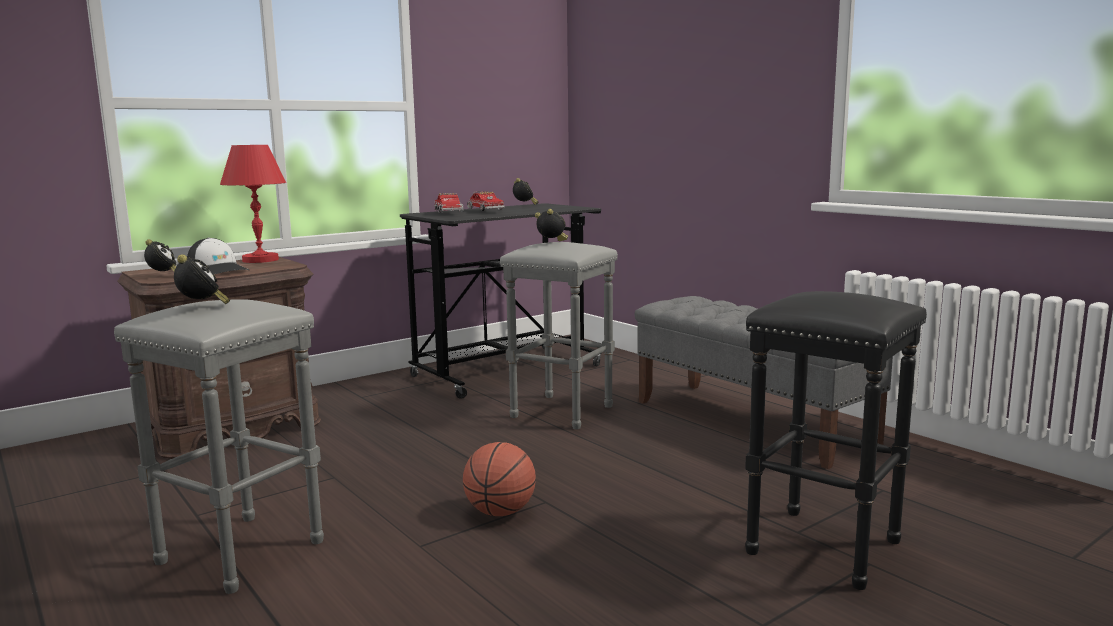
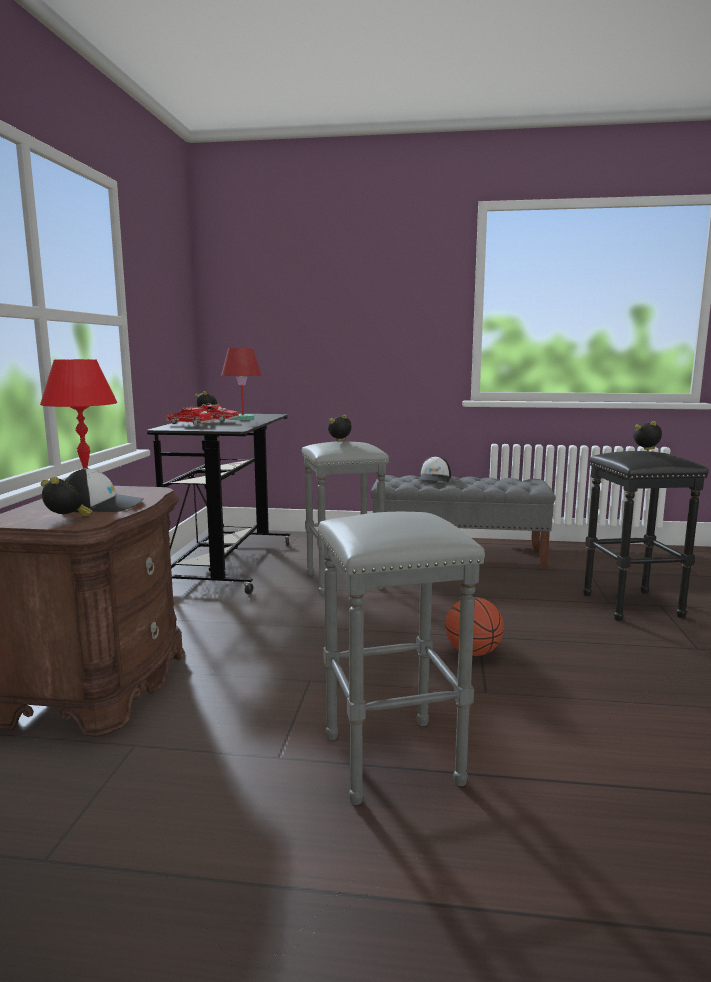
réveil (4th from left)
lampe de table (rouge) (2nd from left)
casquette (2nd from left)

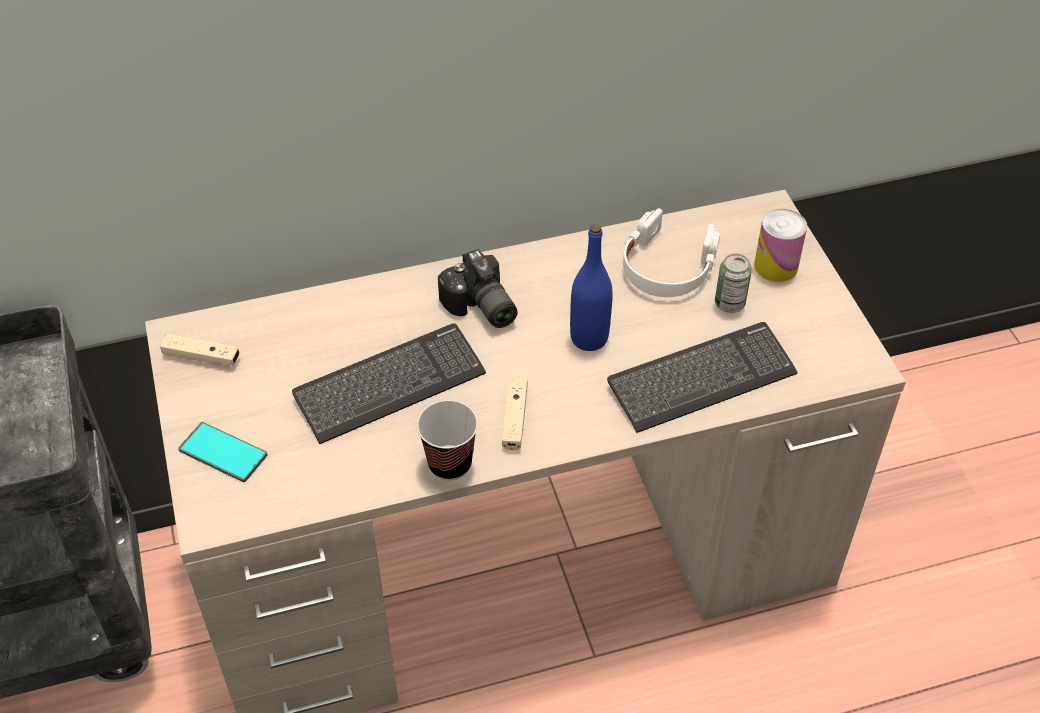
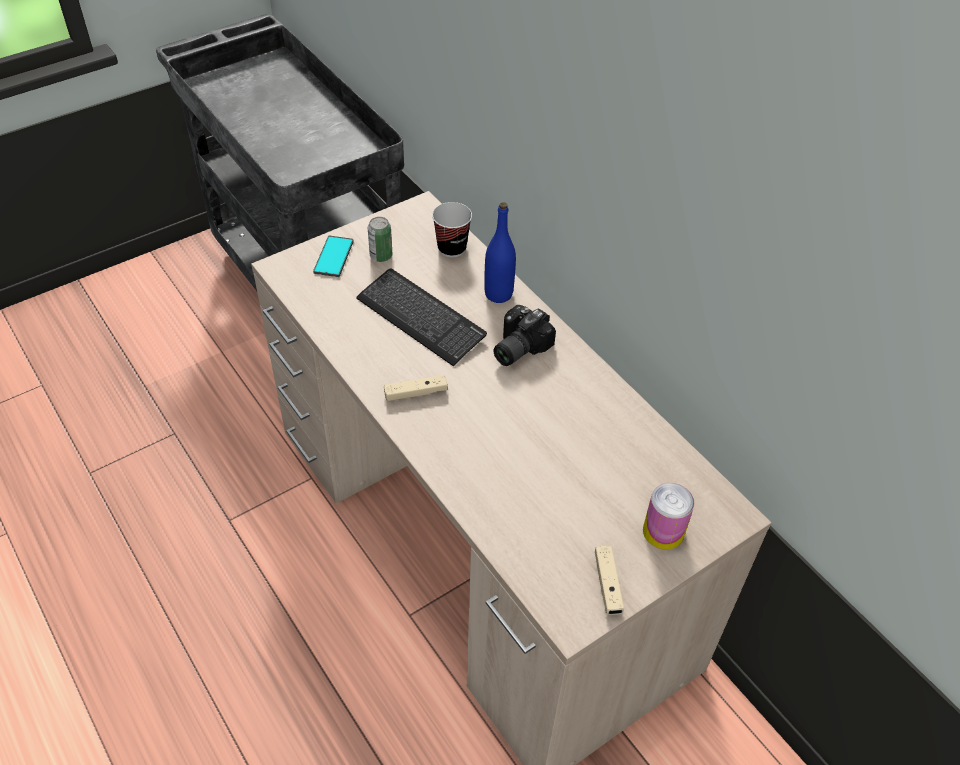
manette (beige) (2nd from left)
tasse
bouteille (bleu)
clavier (2nd from left in the first image)
casque audio (blanc)
boîte métallique (1st from left)

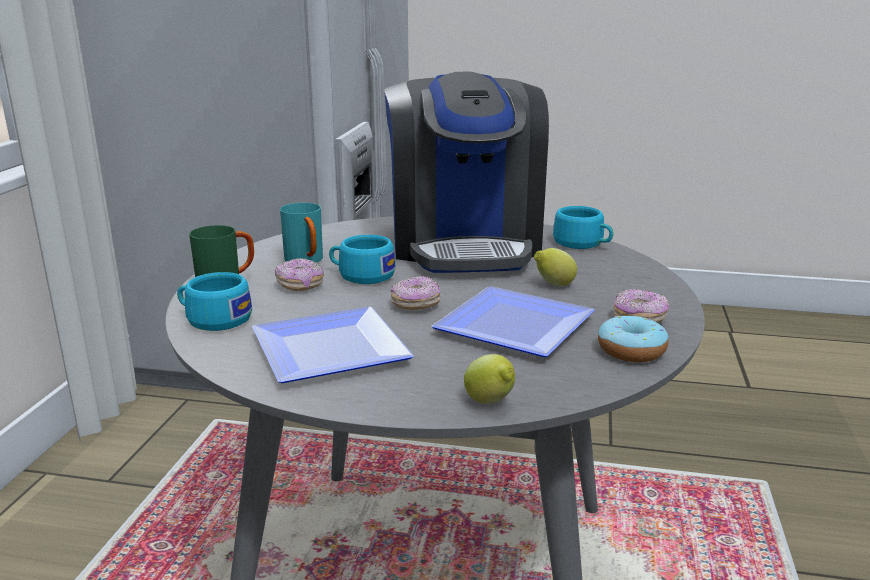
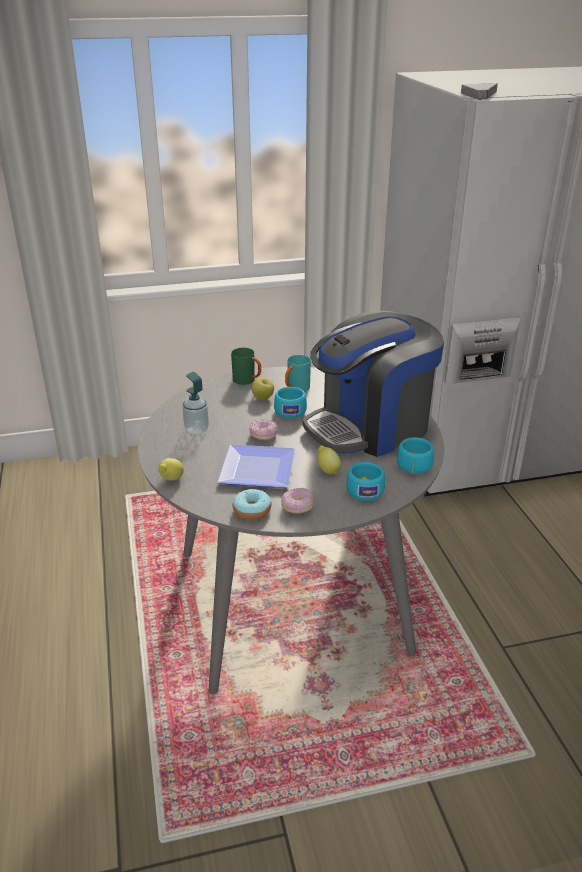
tasse (turquoise) (2nd from left)
distributeur de savon
pomme

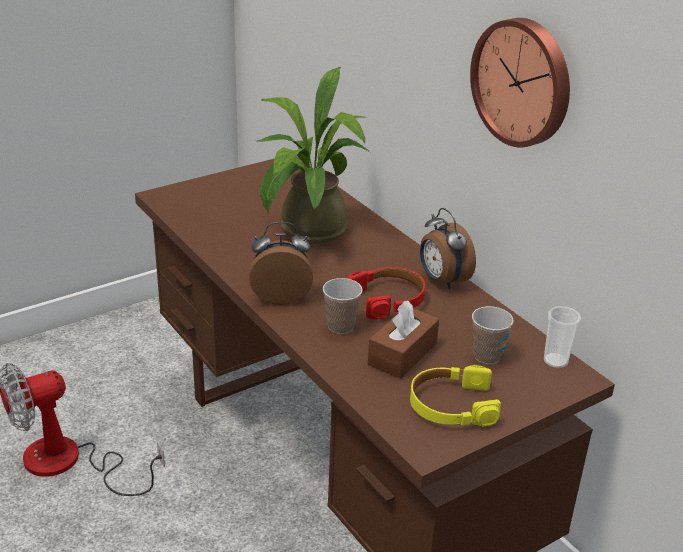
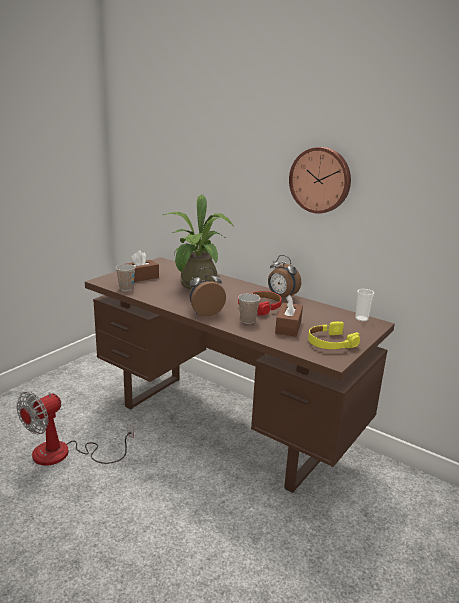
tasse (1st from left)
boîte à mouchoirs (marron) (1st from left)

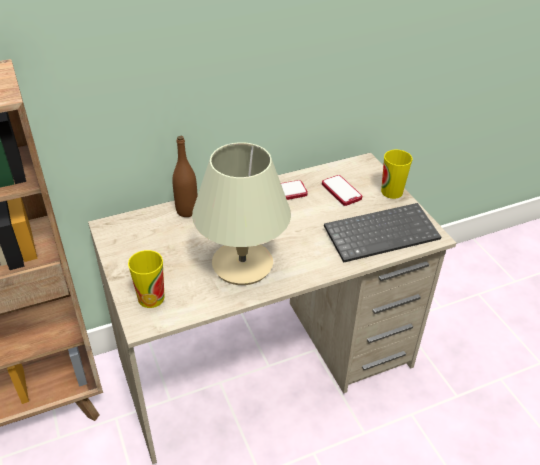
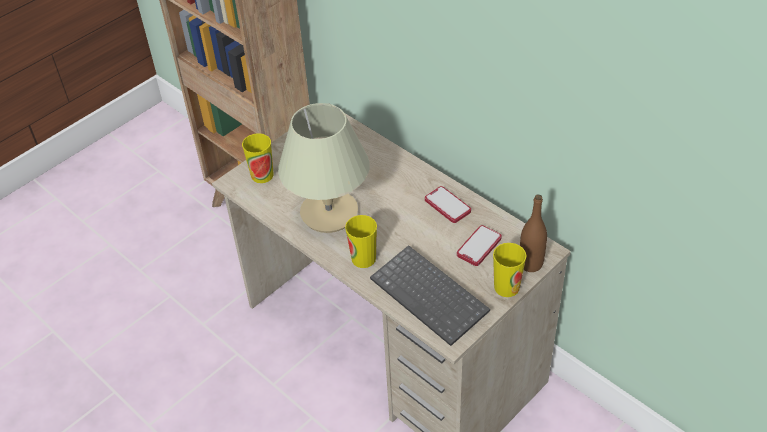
bouteille (marron)
tasse (2nd from left)

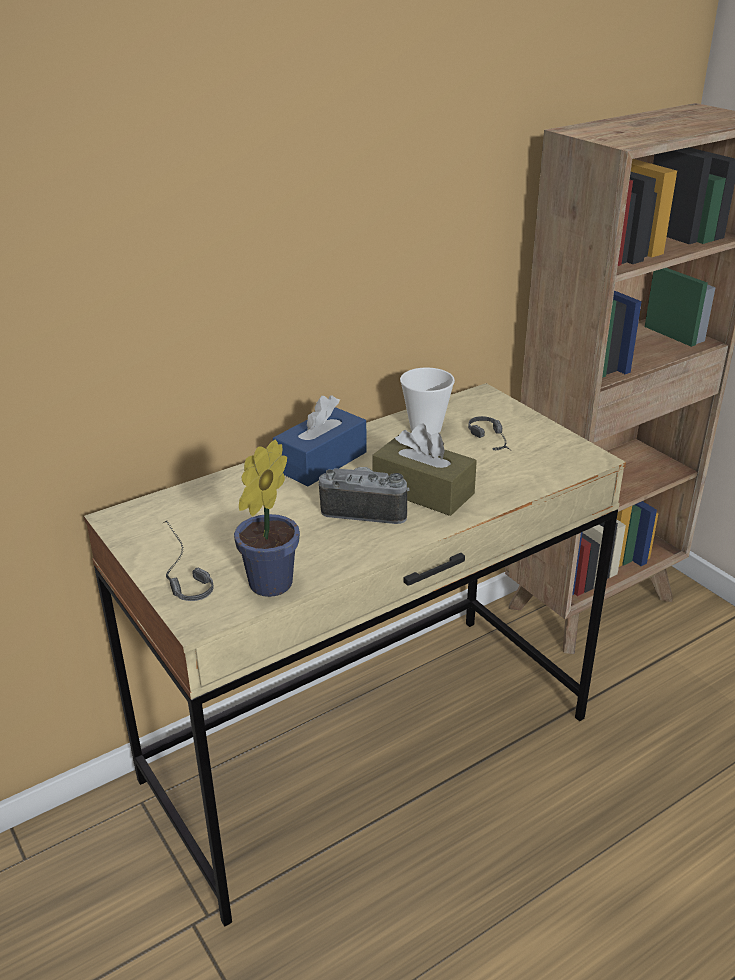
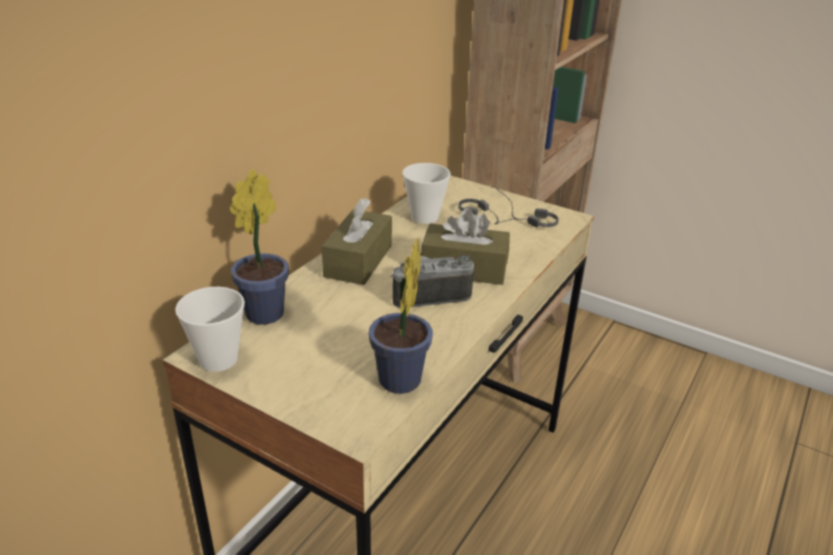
casque audio (2nd from left)
boîte à mouchoirs (marron) (1st from left)
tasse (1st from left)
plante en pot (1st from left)

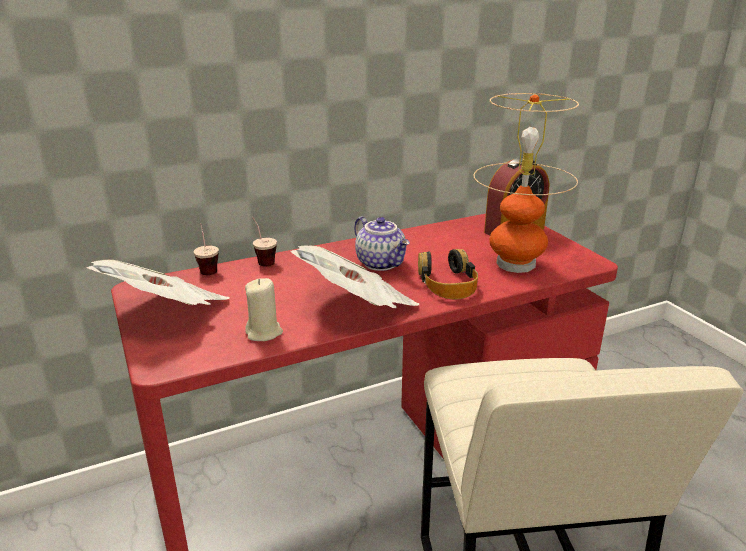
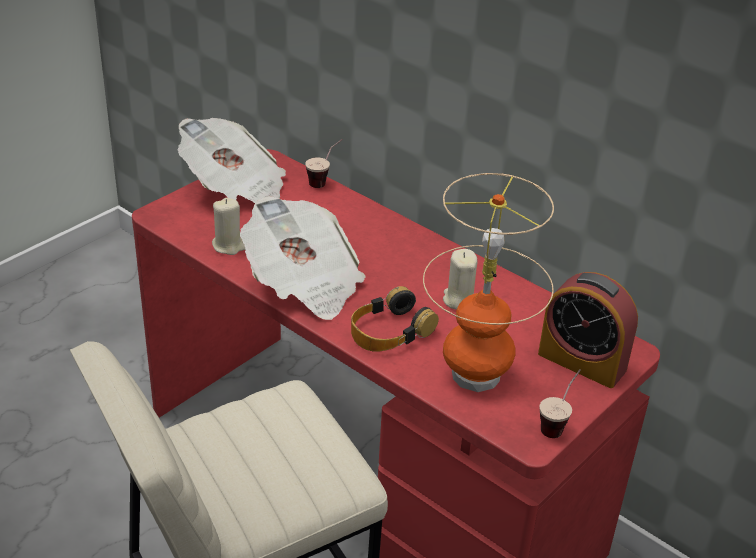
tasse (2nd from left)
théière
bougie (beige) (2nd from left)

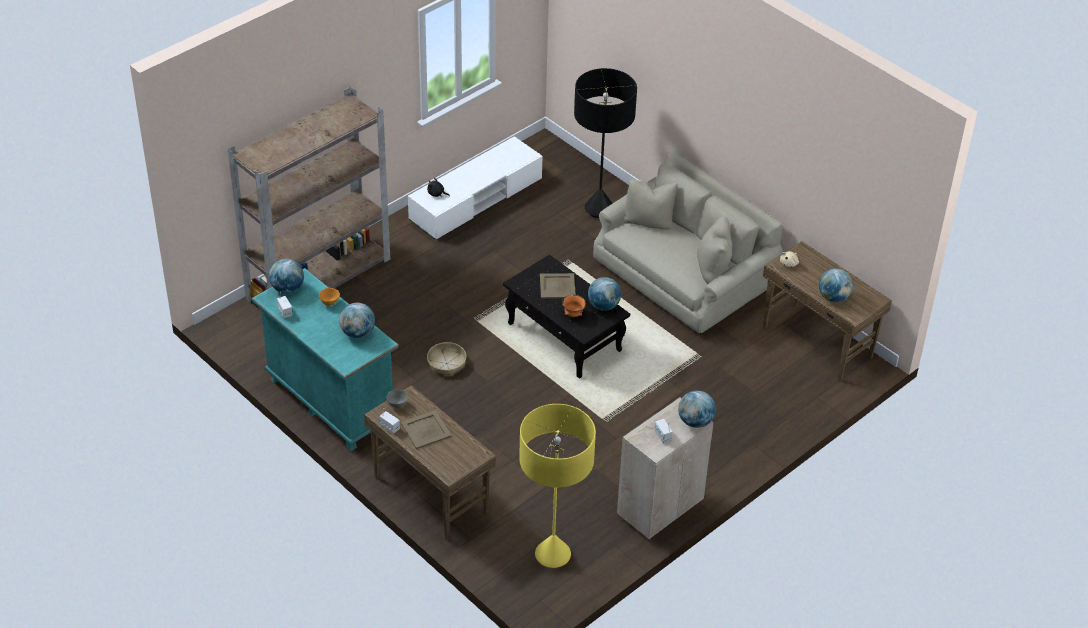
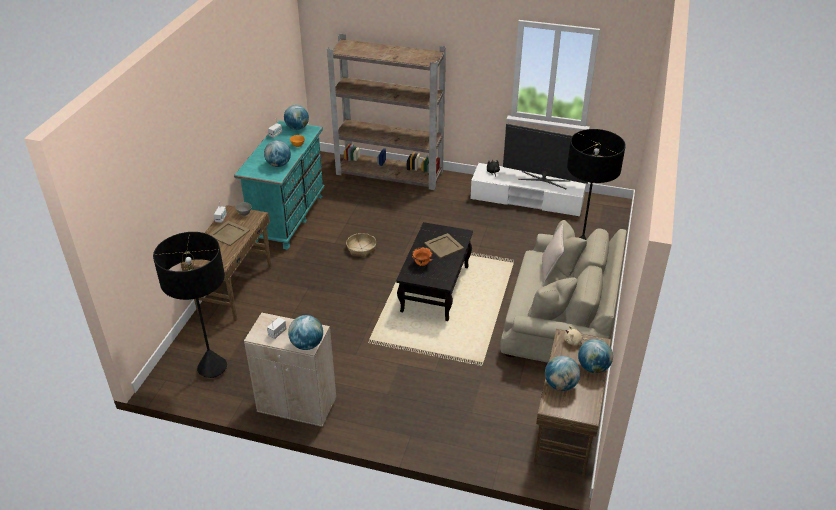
lampadaire (noir) (1st from left)
globe (5th from left)
téléviseur
coussin (beige)

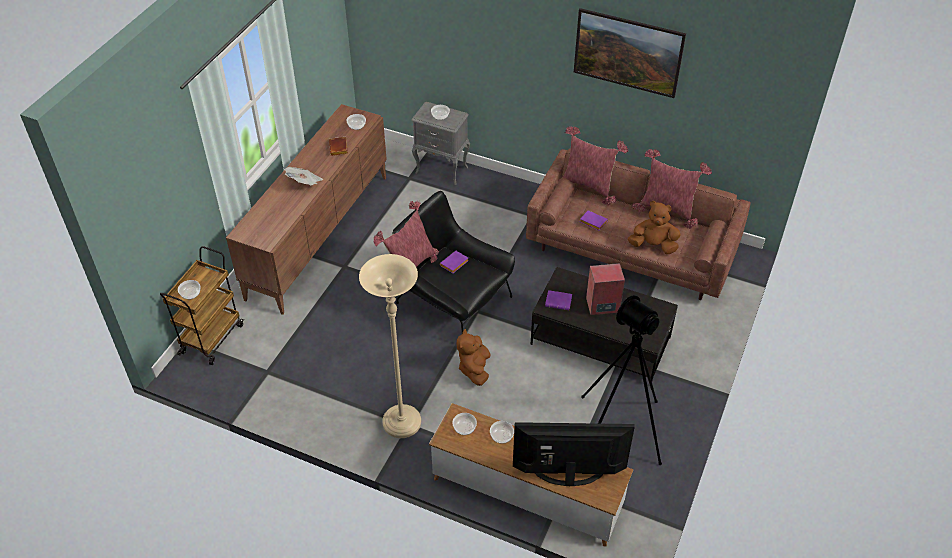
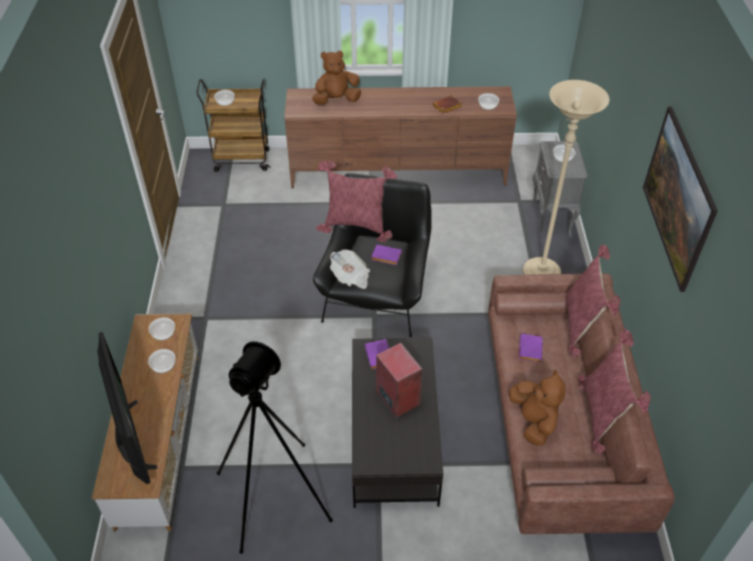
journal
lampadaire (beige)
peluche (marron) (1st from left)

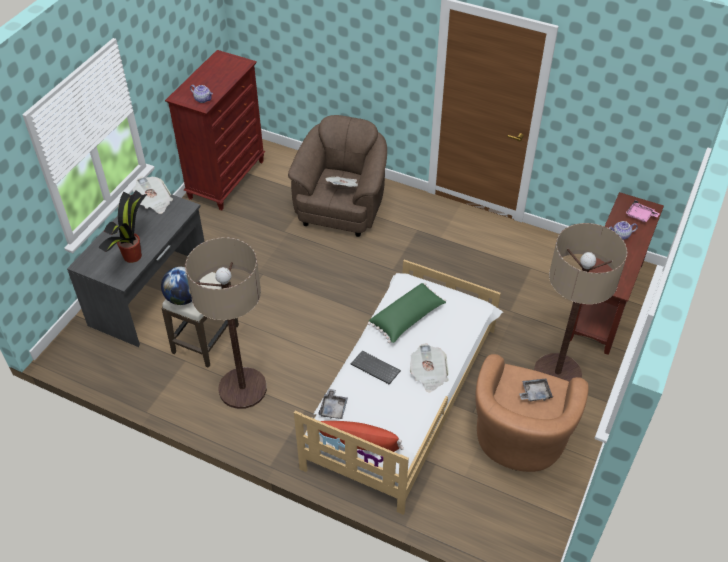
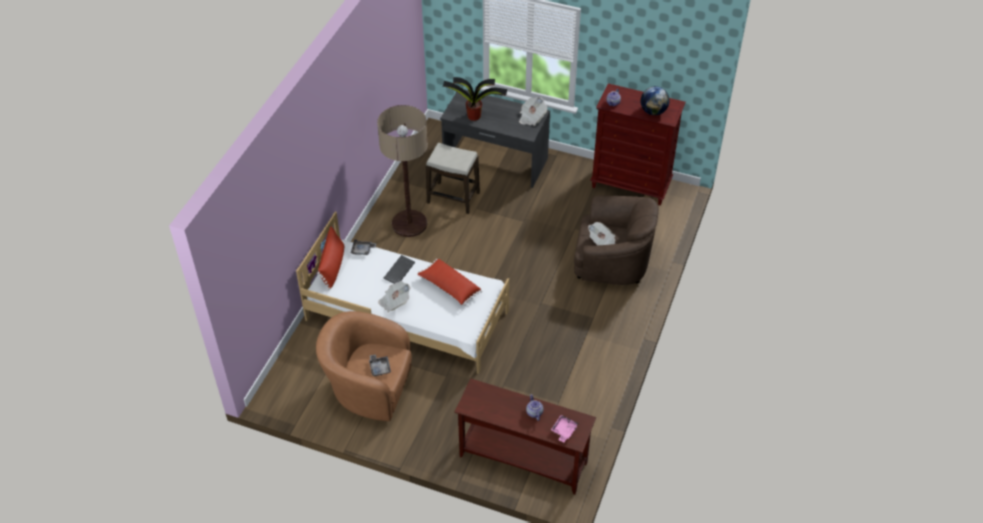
globe
coussin (rouge) (2nd from left)
lampadaire (2nd from left in the first image)

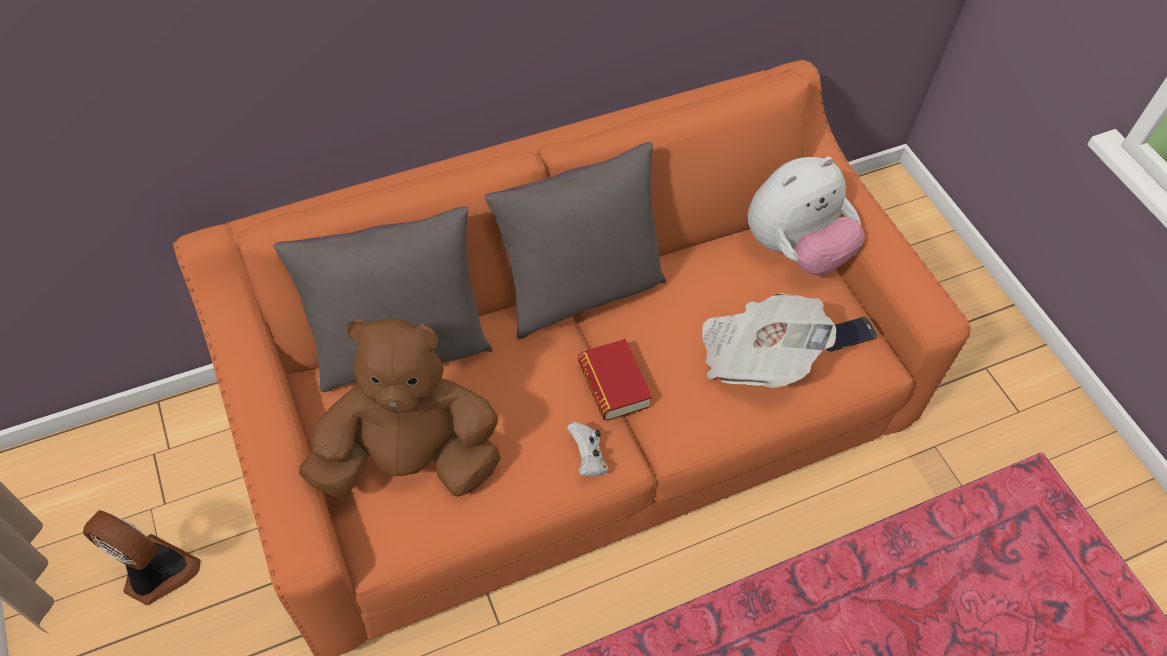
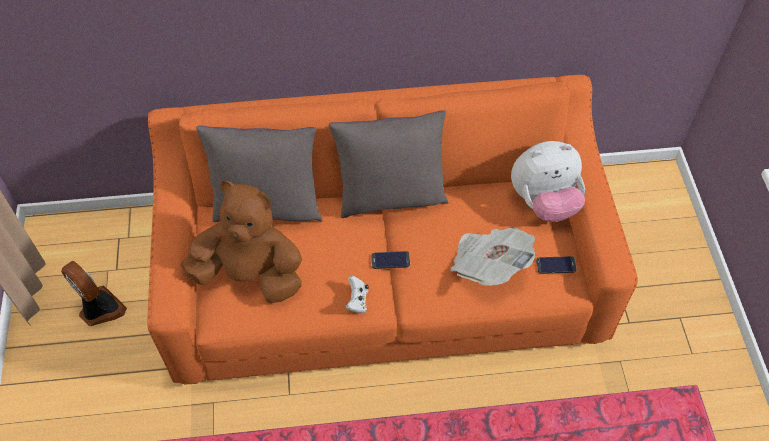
téléphone (1st from left)

